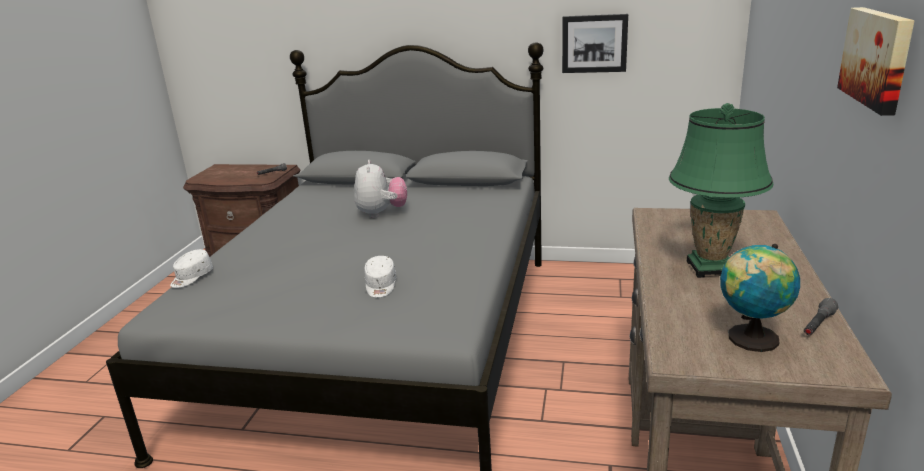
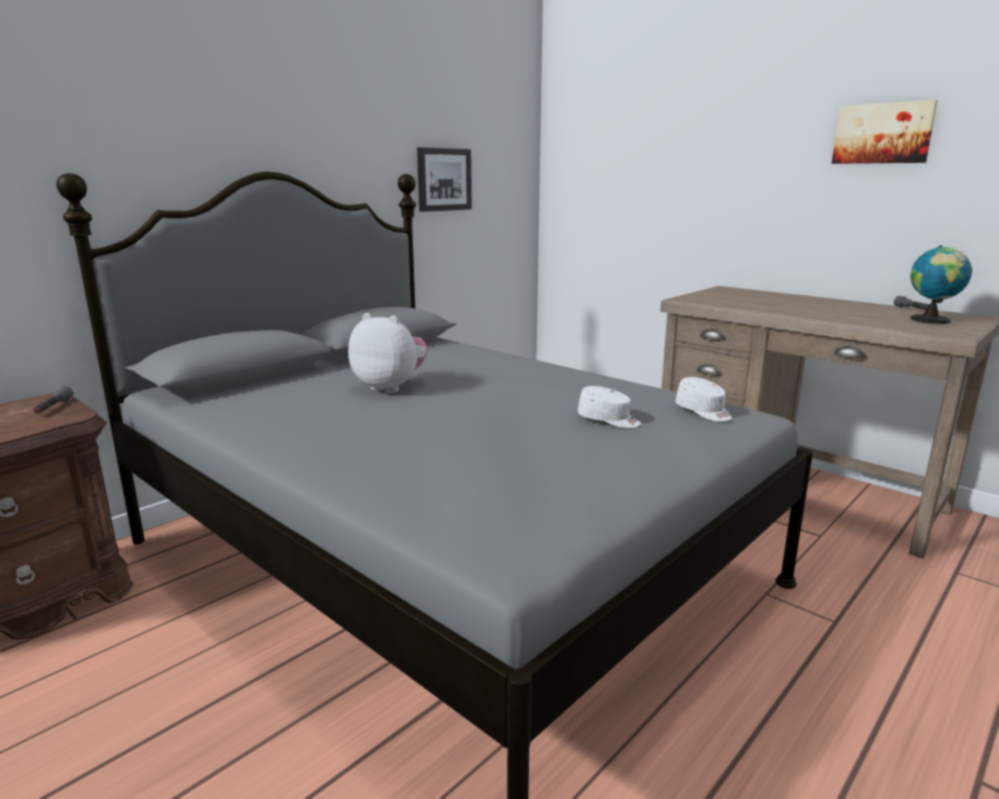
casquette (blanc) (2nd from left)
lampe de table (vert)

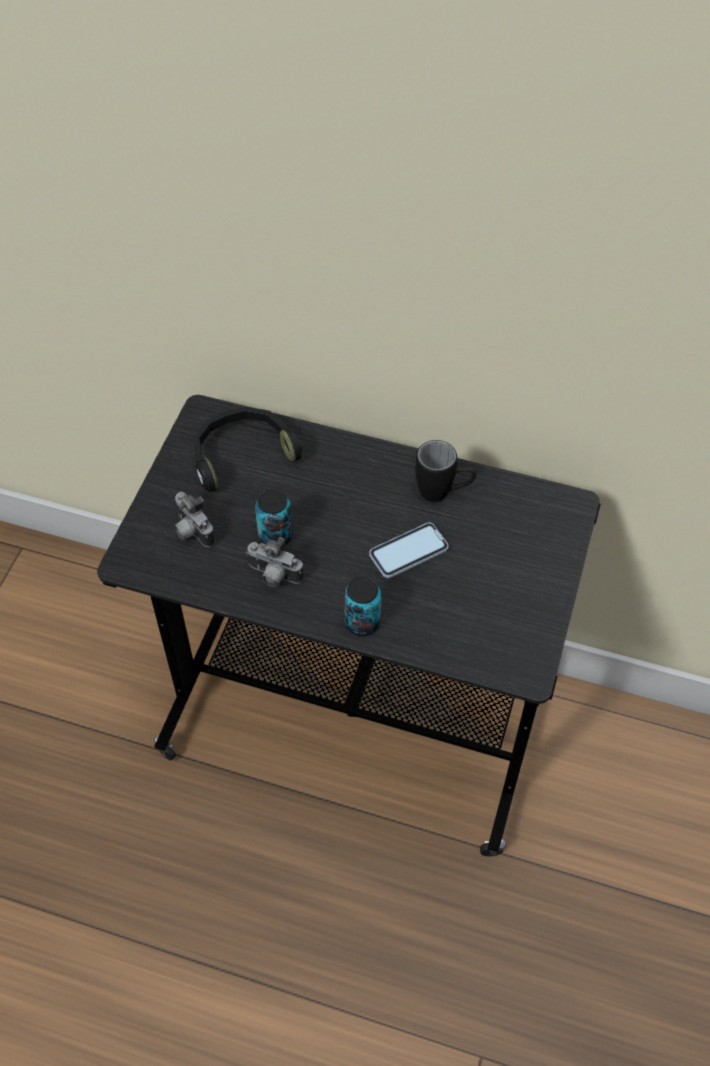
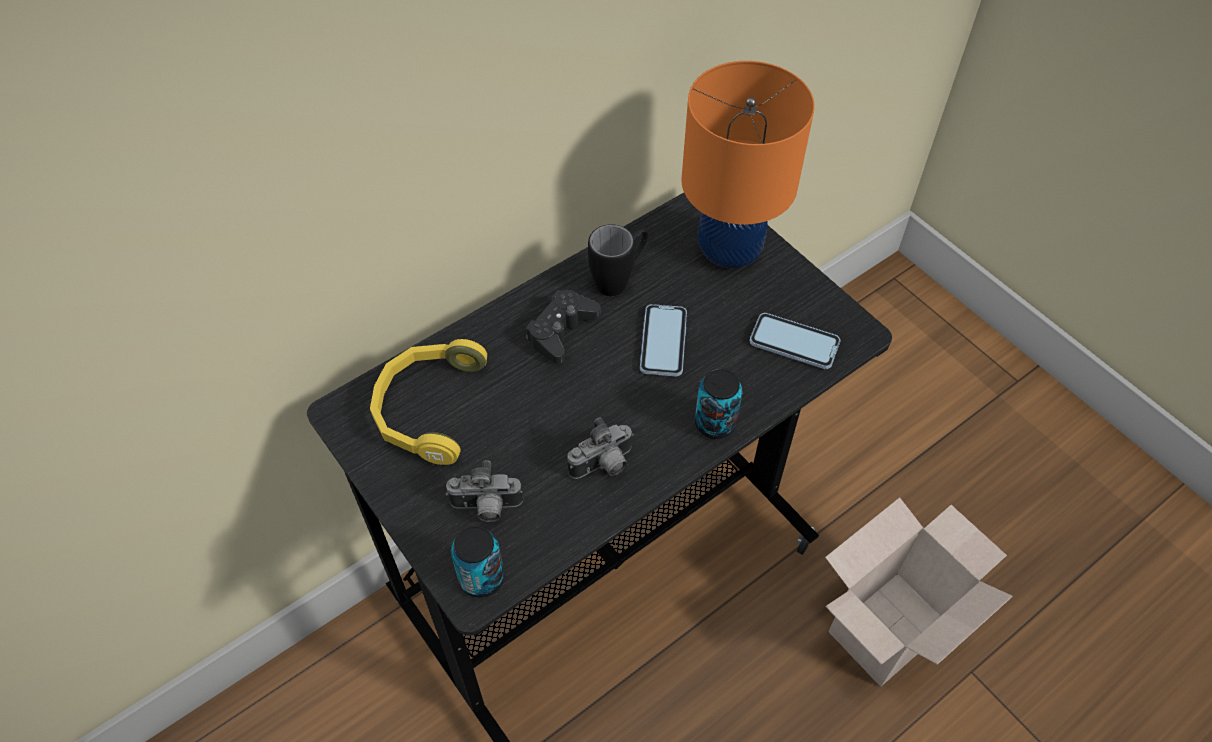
casque audio (jaune)
boîte métallique (1st from left)
manette (noir)
lampe de table (orange)
téléphone (2nd from left)
carton

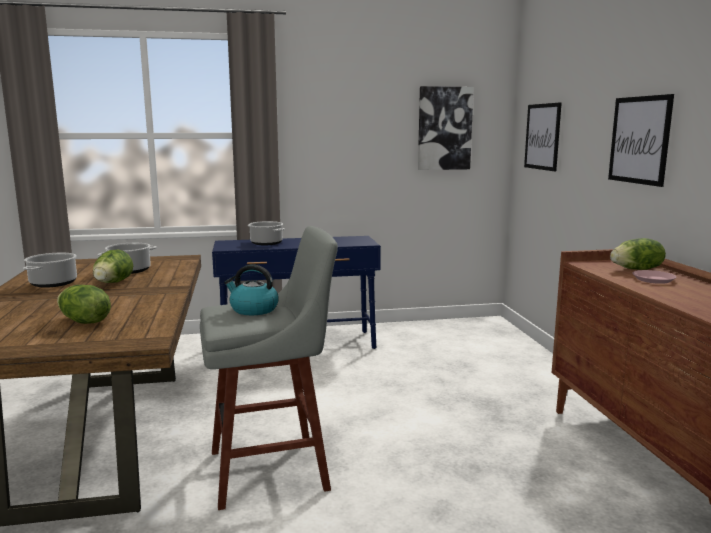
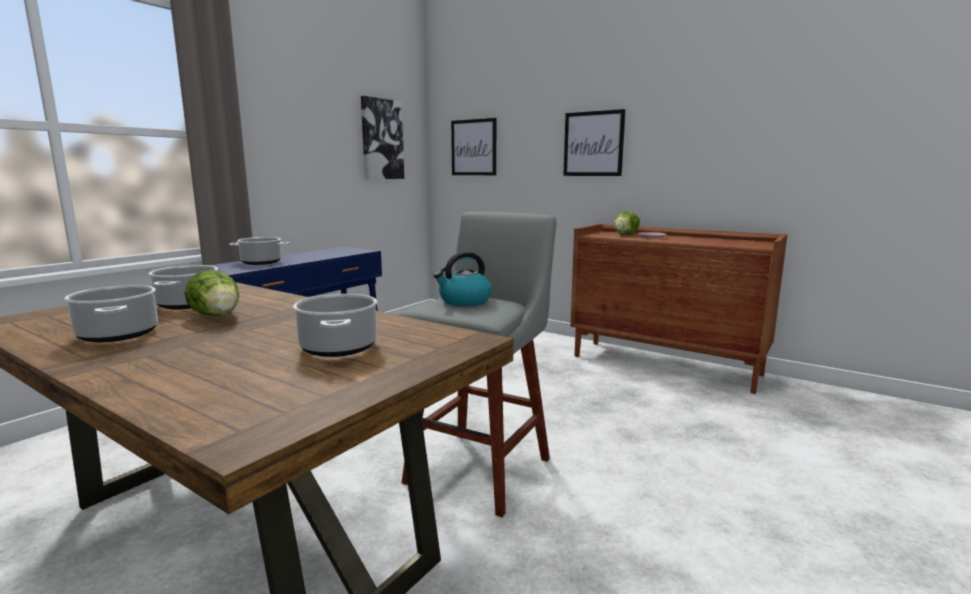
marmite (4th from left)

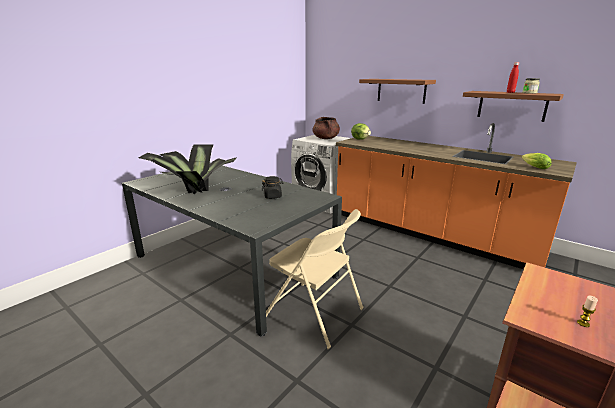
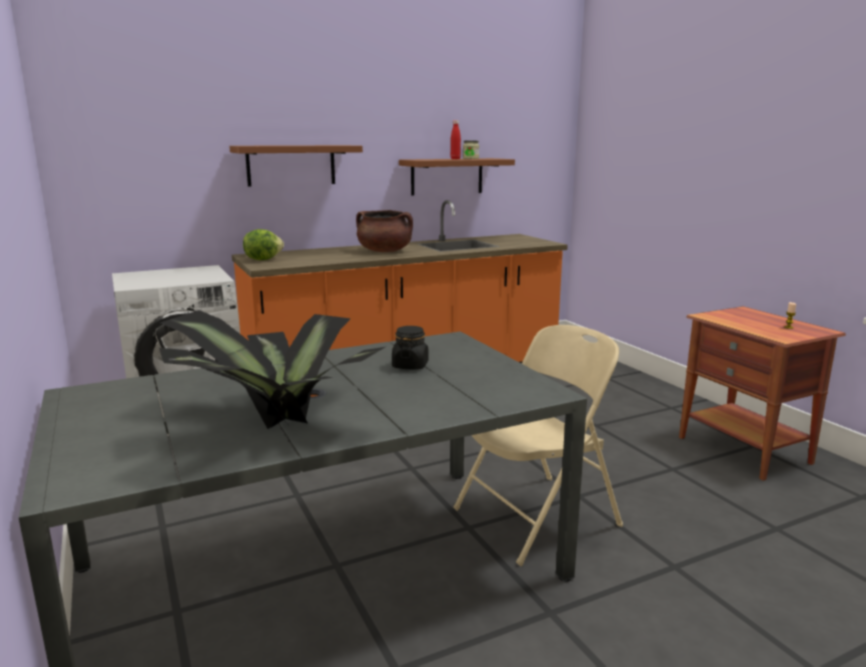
marmite (marron)
laitue (2nd from left in the first image)

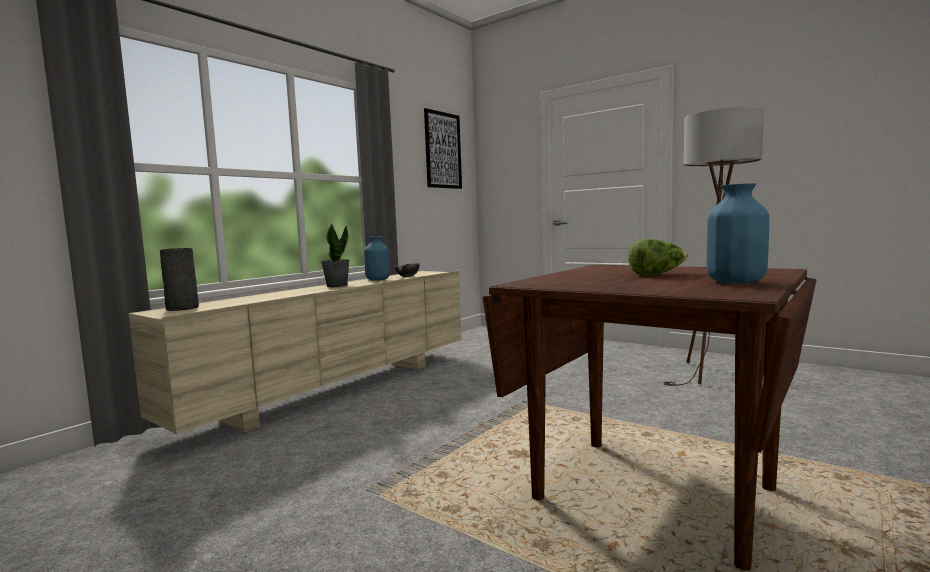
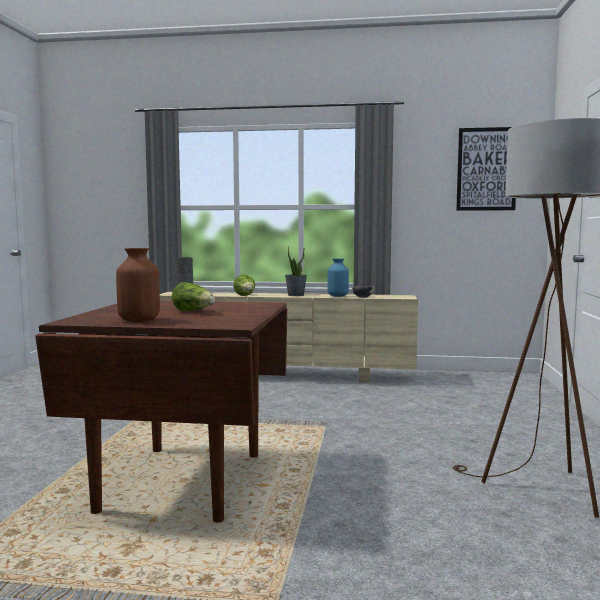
vase (marron)
laitue (2nd from left)

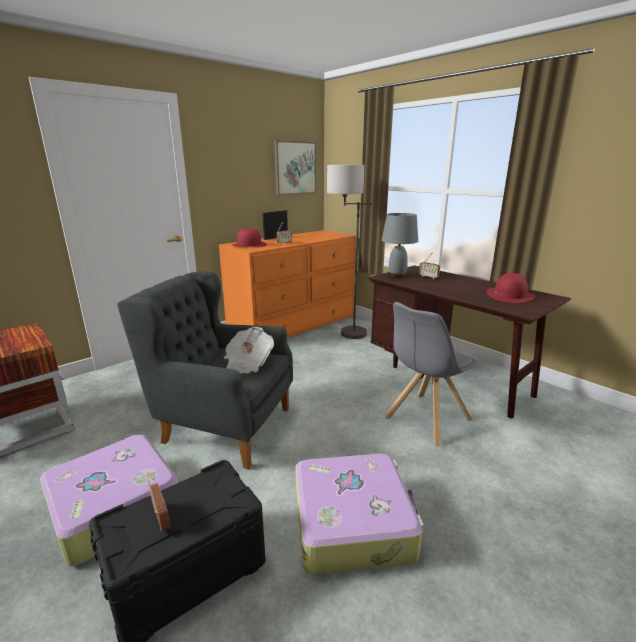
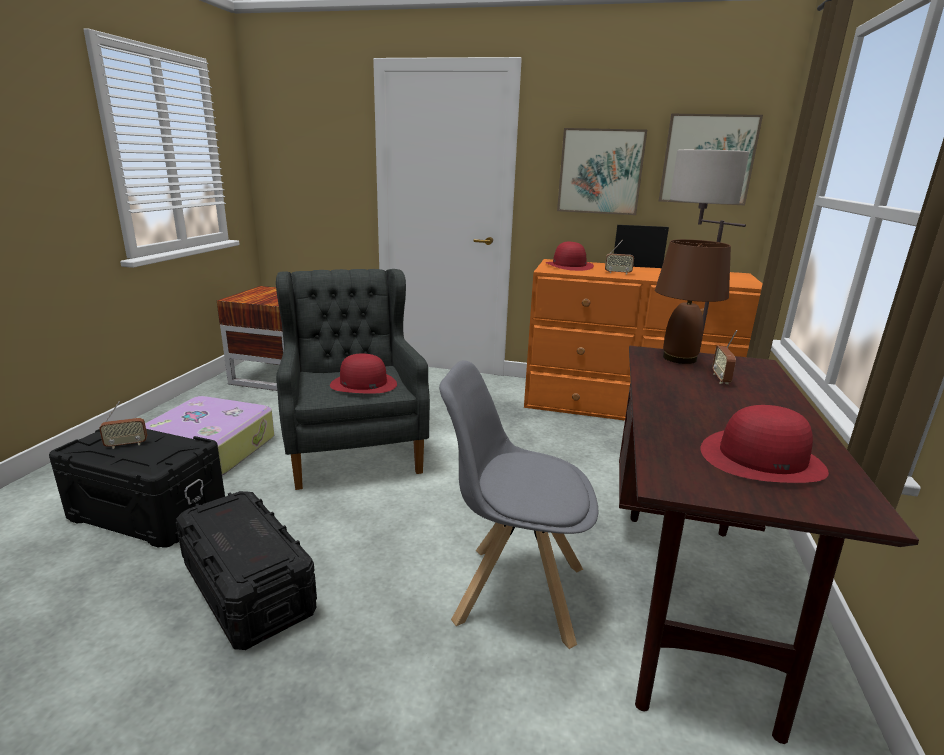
radio (1st from left)
chapeau (rouge) (1st from left)
boîte de rangement (noir) (2nd from left)
lampe de table (marron)
tableau (1st from left)

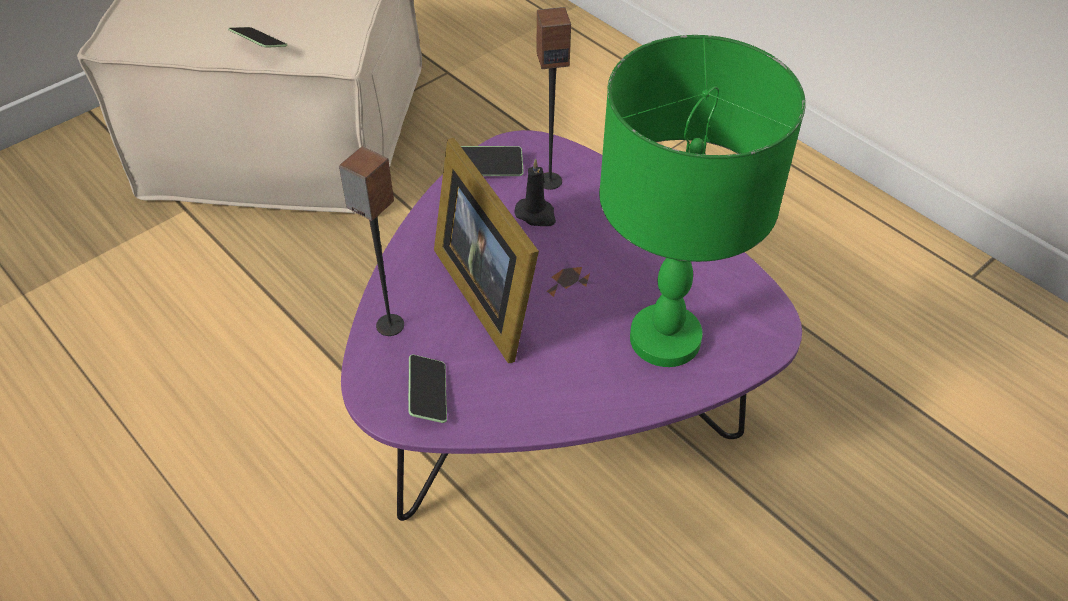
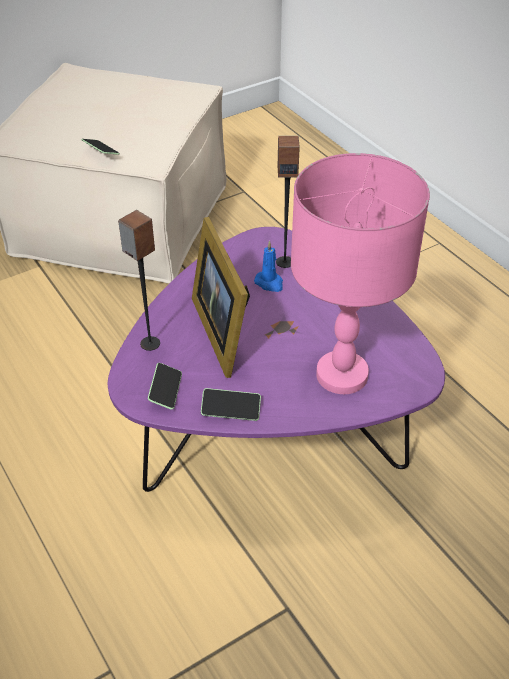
téléphone (3rd from left)
bougie (bleu)
lampe de table (rose)

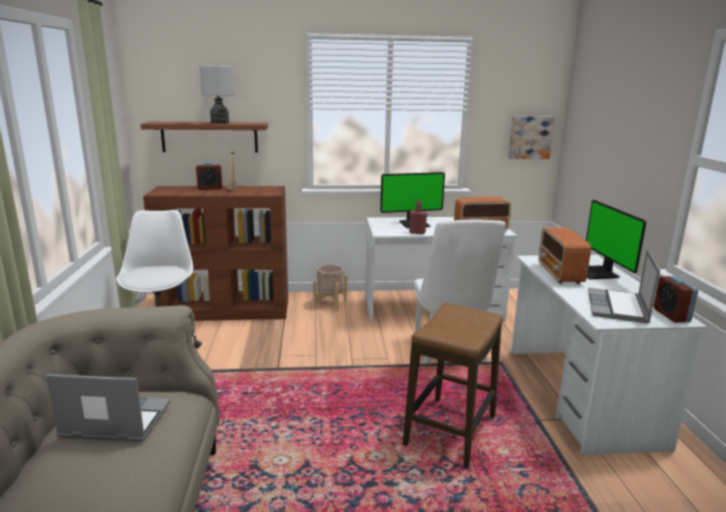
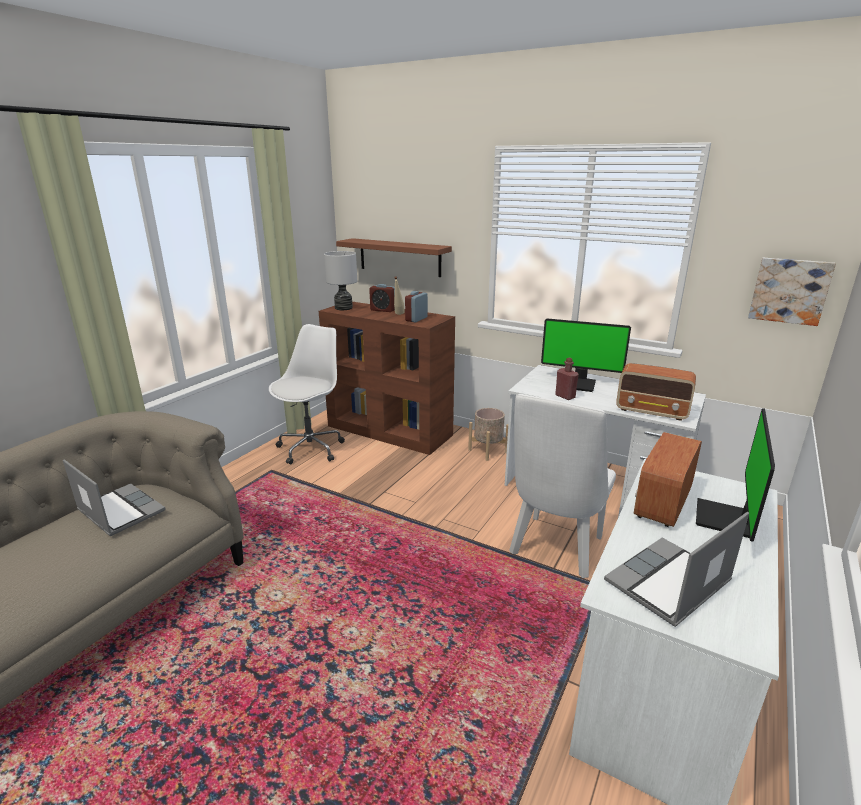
lampe de table (gris)
tabouret
réveil (2nd from left)

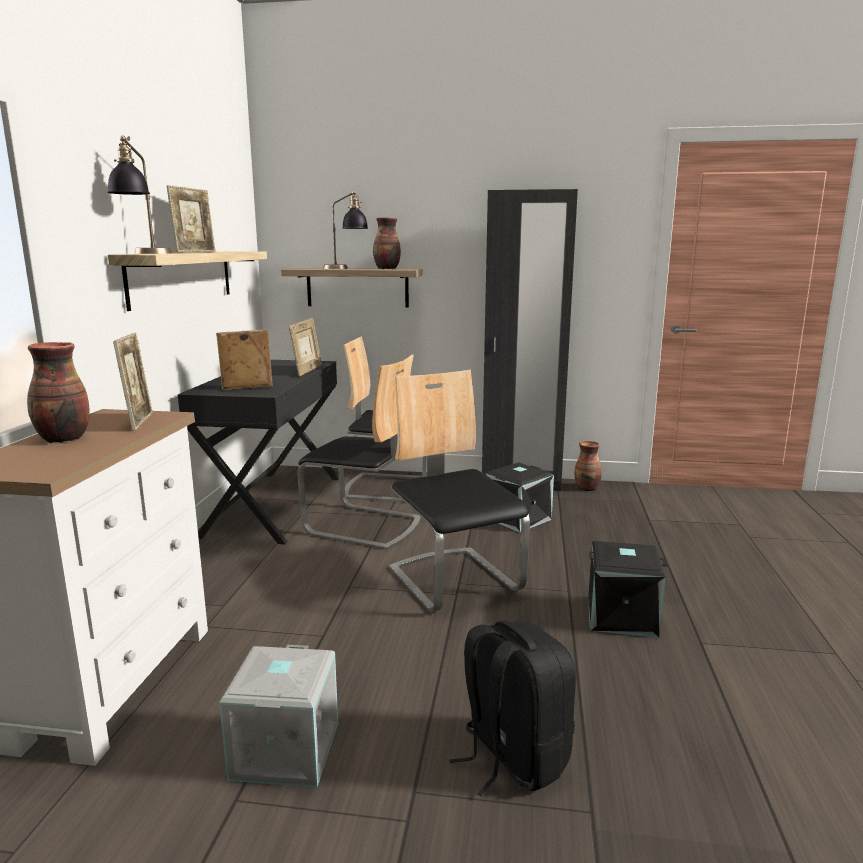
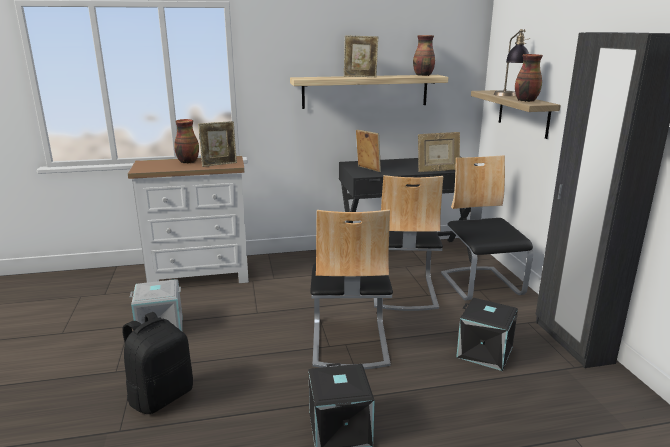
lampe de table (1st from left in the first image)
chaise (1st from left)
vase (2nd from left)

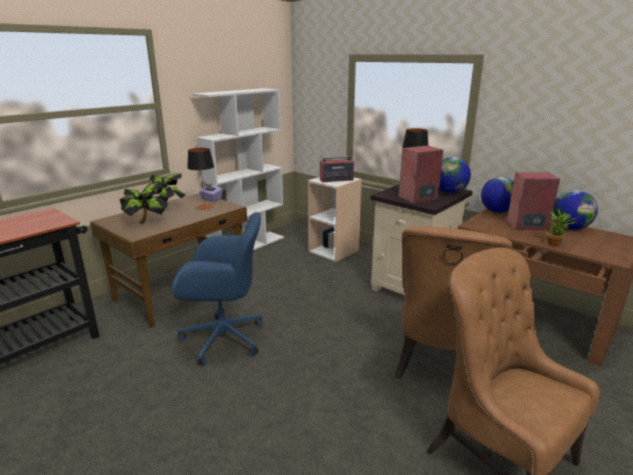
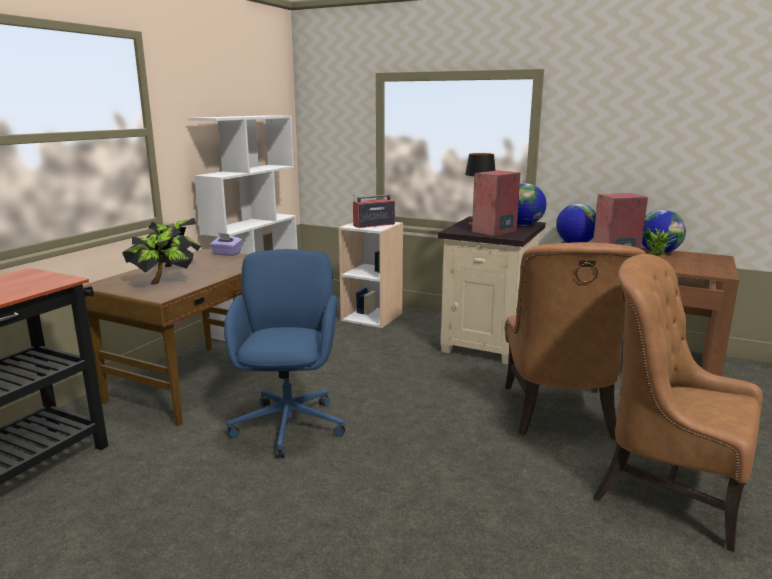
chaise de bureau (bleu)
lampe de table (1st from left in the first image)

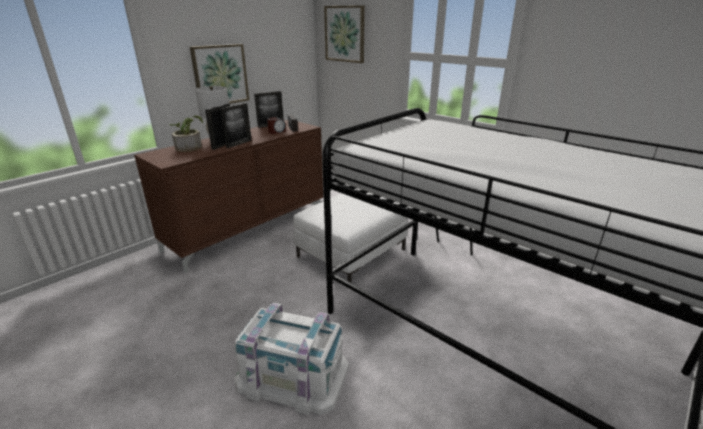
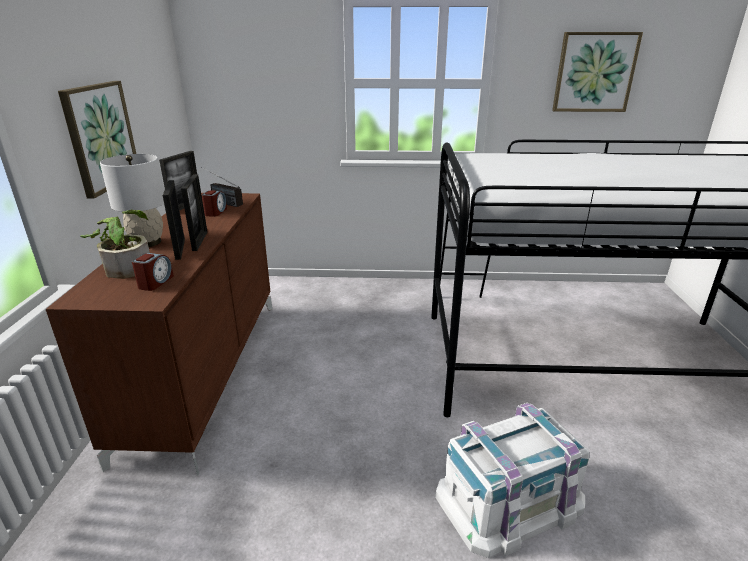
pouf (blanc)
tableau (2nd from left)
réveil (1st from left)

